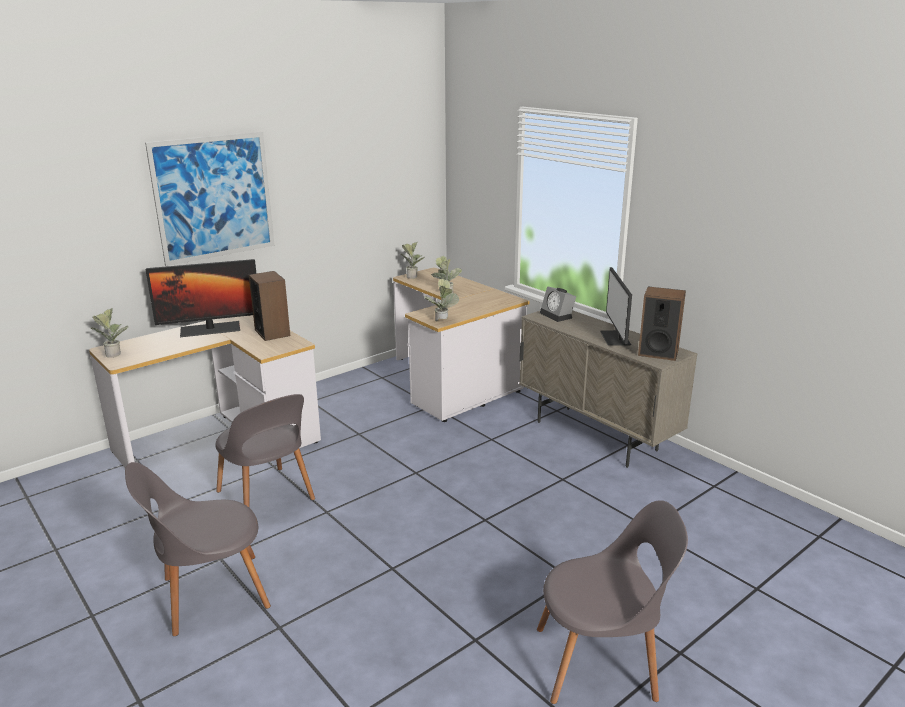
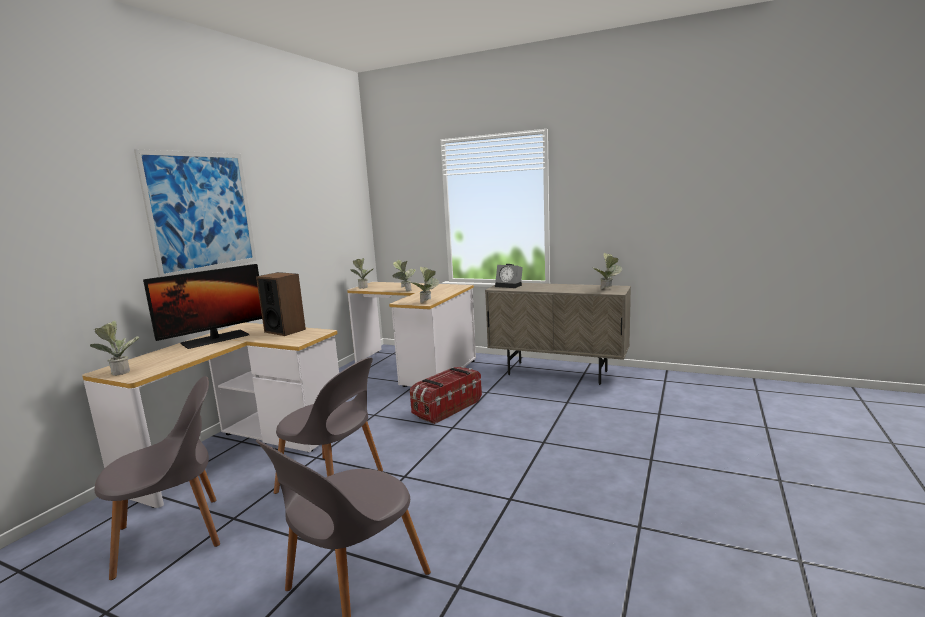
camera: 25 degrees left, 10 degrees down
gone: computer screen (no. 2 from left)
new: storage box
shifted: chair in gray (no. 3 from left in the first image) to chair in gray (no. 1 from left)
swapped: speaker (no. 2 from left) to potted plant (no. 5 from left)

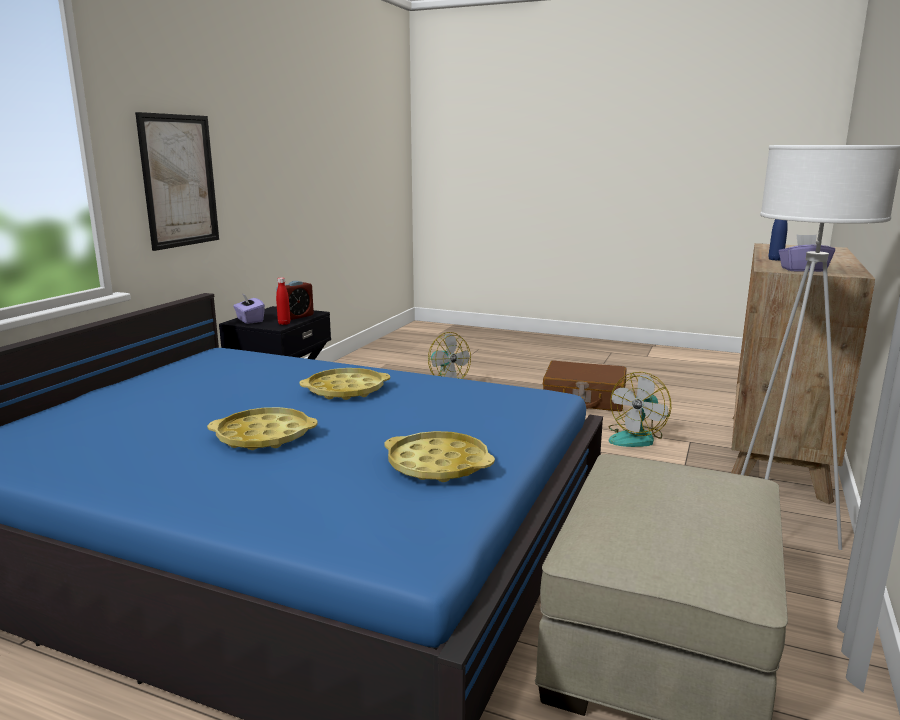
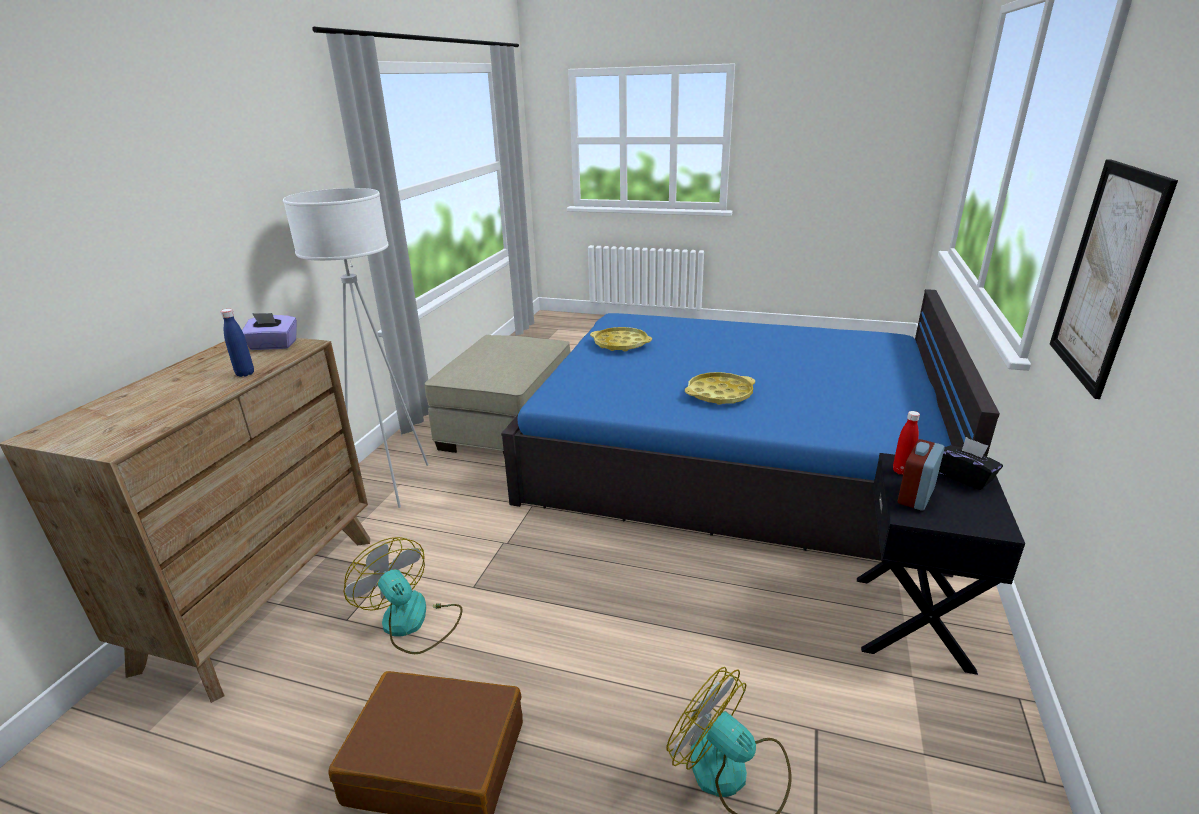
camera: 175 degrees right, 10 degrees up
gone: tray in yellow-coloured (no. 1 from left)
repainted: tissue holder in purple (no. 1 from left) to tissue holder in blackish
rotated: electric fan (no. 2 from left in the first image) 75 degrees counterclockwise

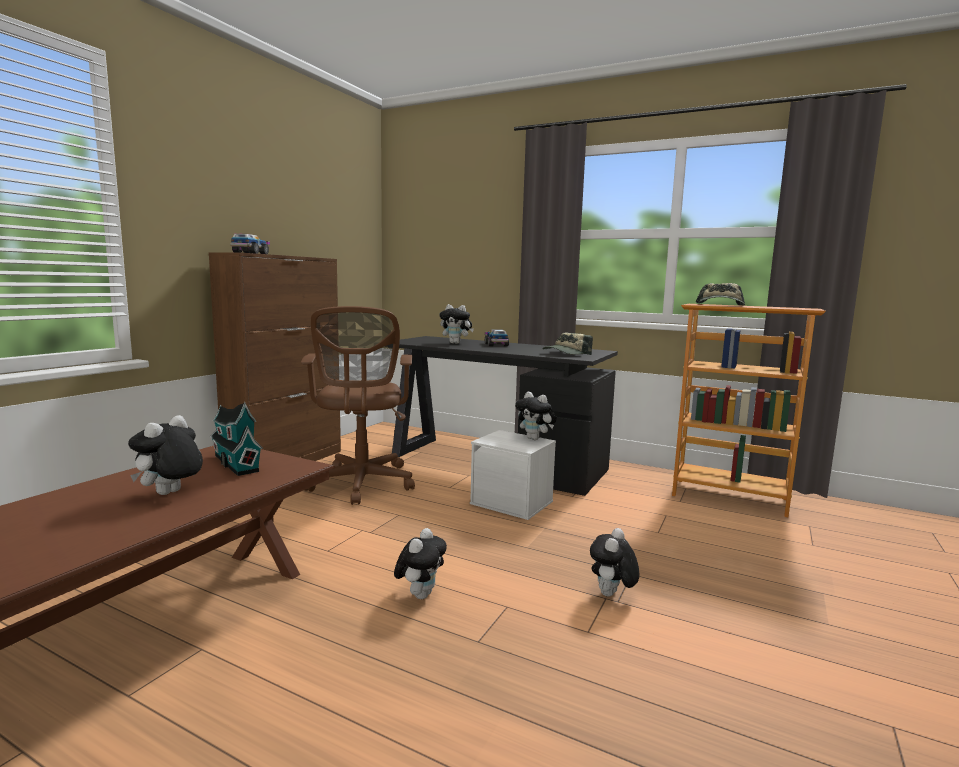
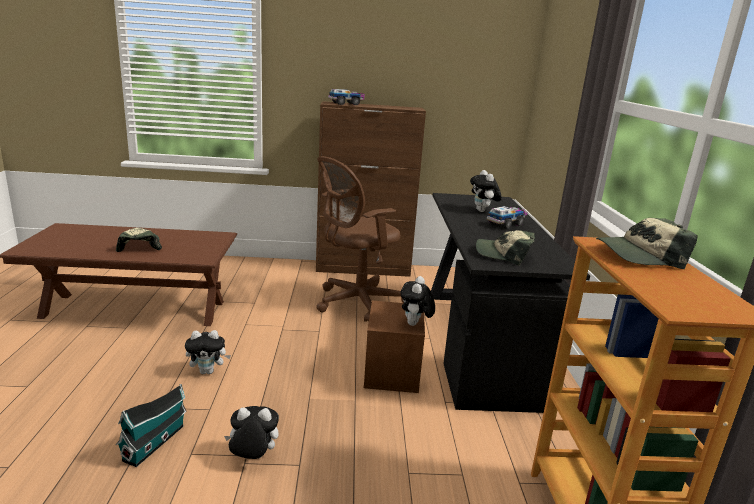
camera: 60 degrees right, 10 degrees up
shifted: miniature house
swapped: plush toy (no. 1 from left) to baseball cap (no. 1 from left)
repainted: storage box in white-coloured to storage box in brownish

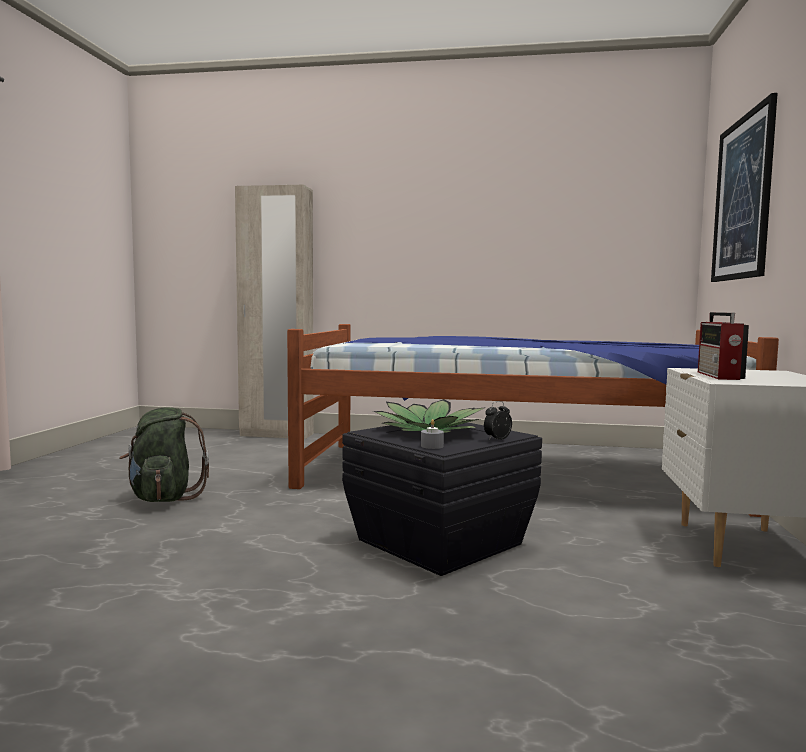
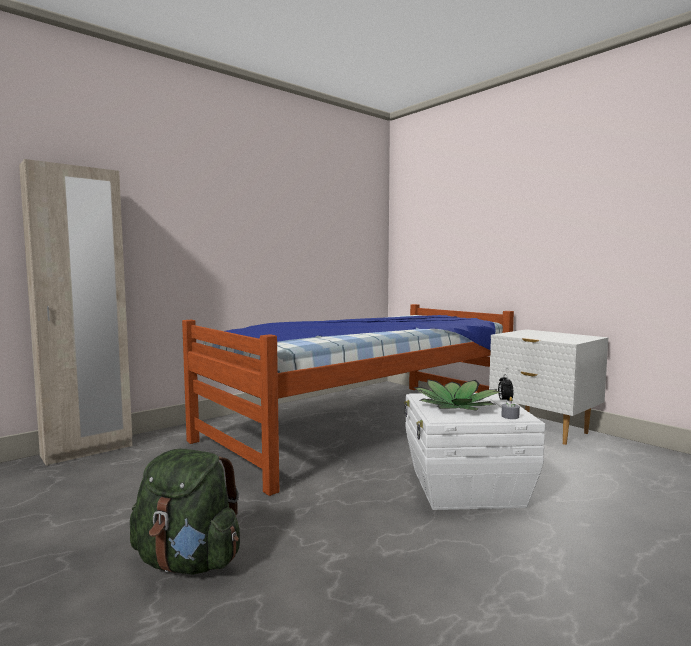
camera: 50 degrees left, 0 degrees up
gone: wall art; radio
repainted: storage box in blackish to storage box in white-coloured

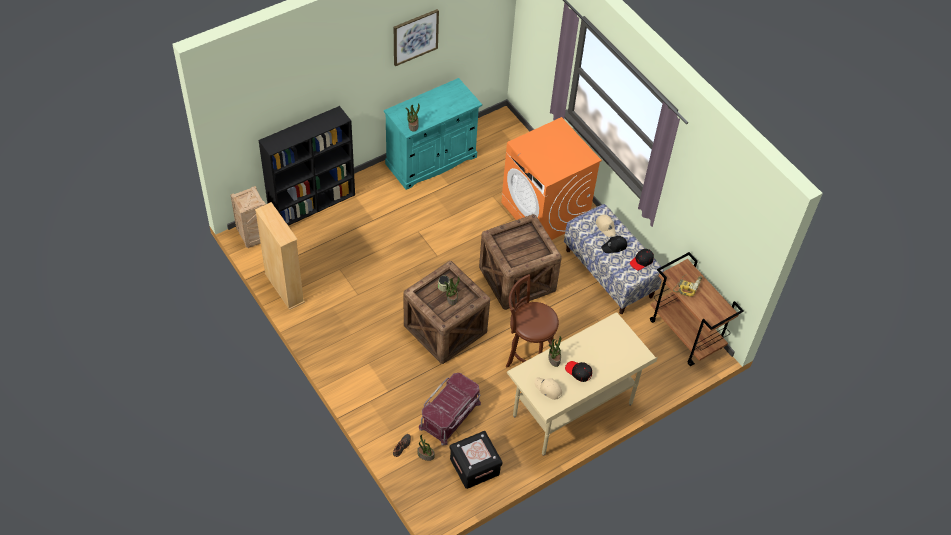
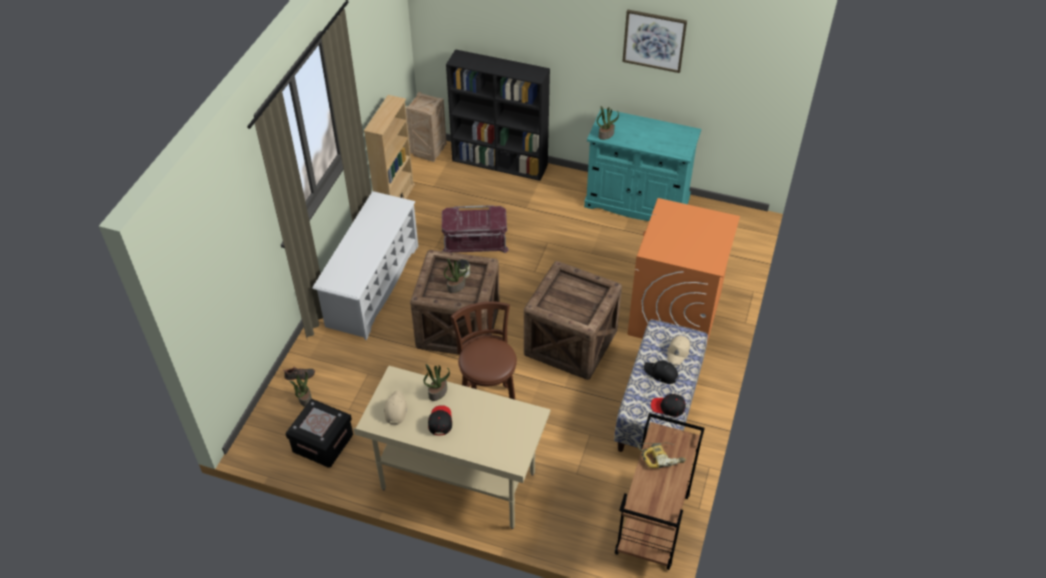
camera: 55 degrees right, 5 degrees down
new: shoe shelf in white-coloured
shifted: storage box in red-coloured

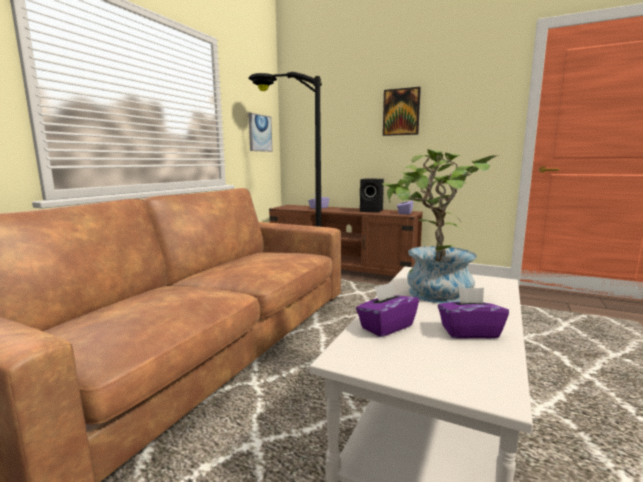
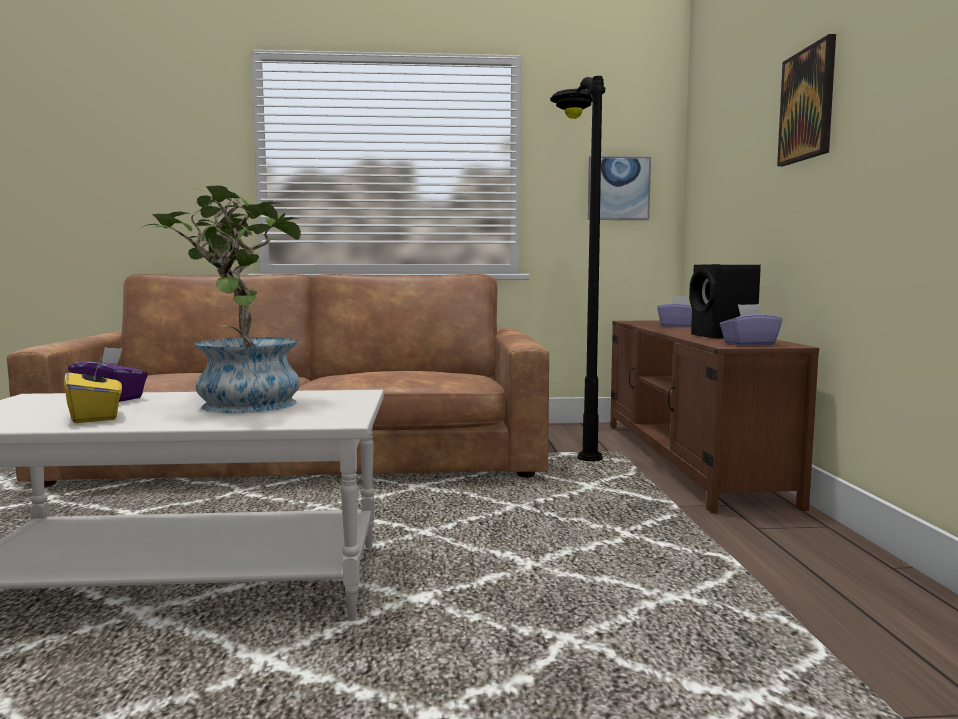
camera: 60 degrees right, 5 degrees down
repainted: tissue holder in purple (no. 4 from left) to tissue holder in yellow-coloured

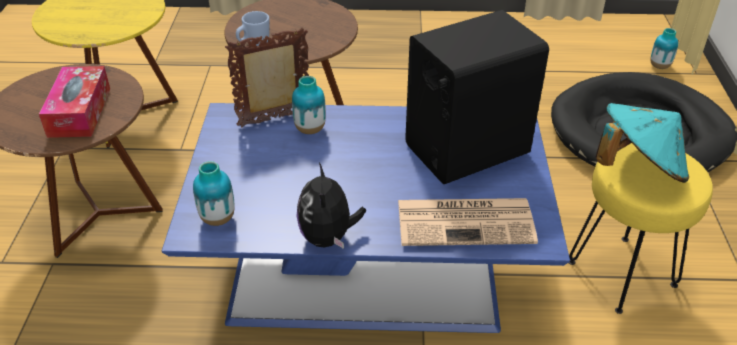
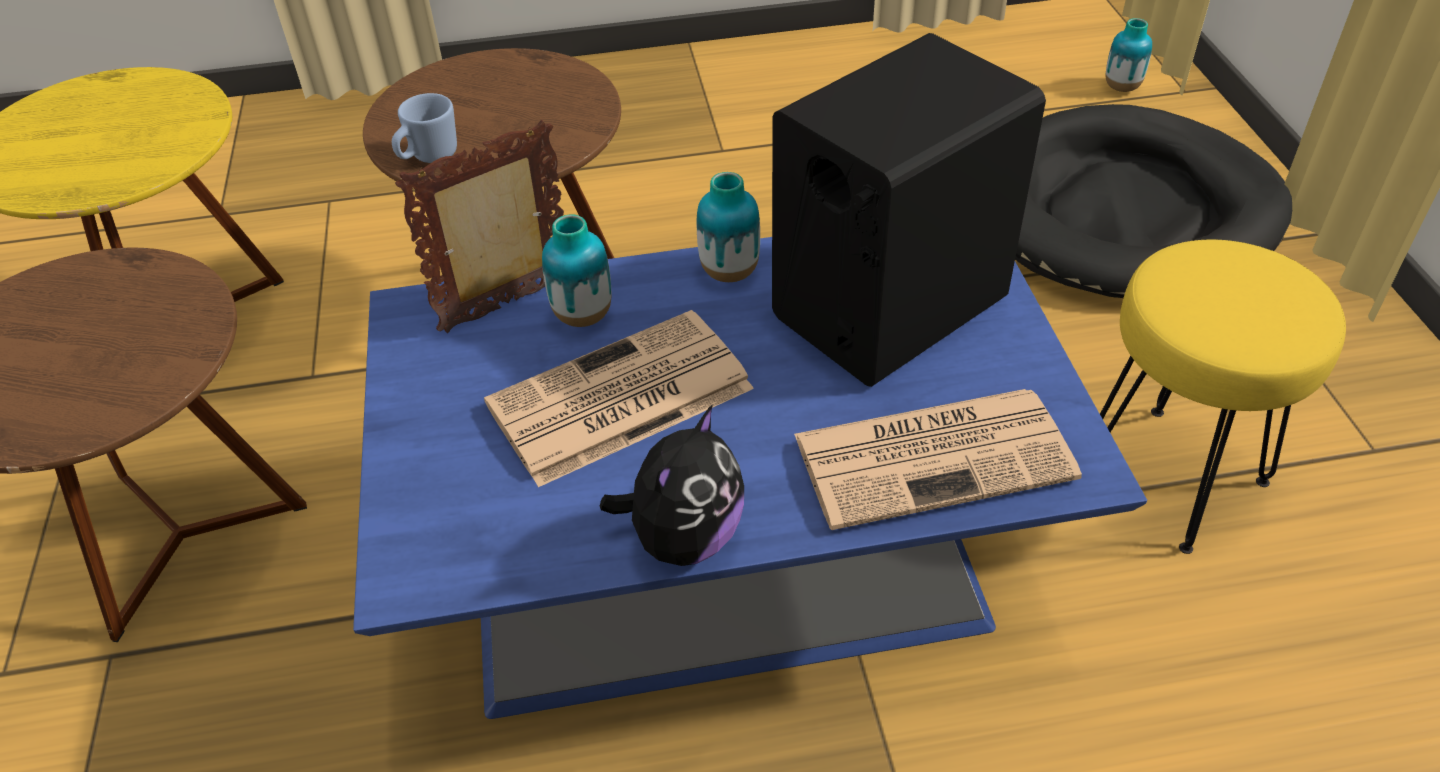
camera: 10 degrees left, 5 degrees up
gone: tissue holder; hat in blue-green
new: daily paper (no. 1 from left)
shifted: vase (no. 1 from left in the first image) to vase (no. 2 from left)
rotated: plush toy 135 degrees counterclockwise

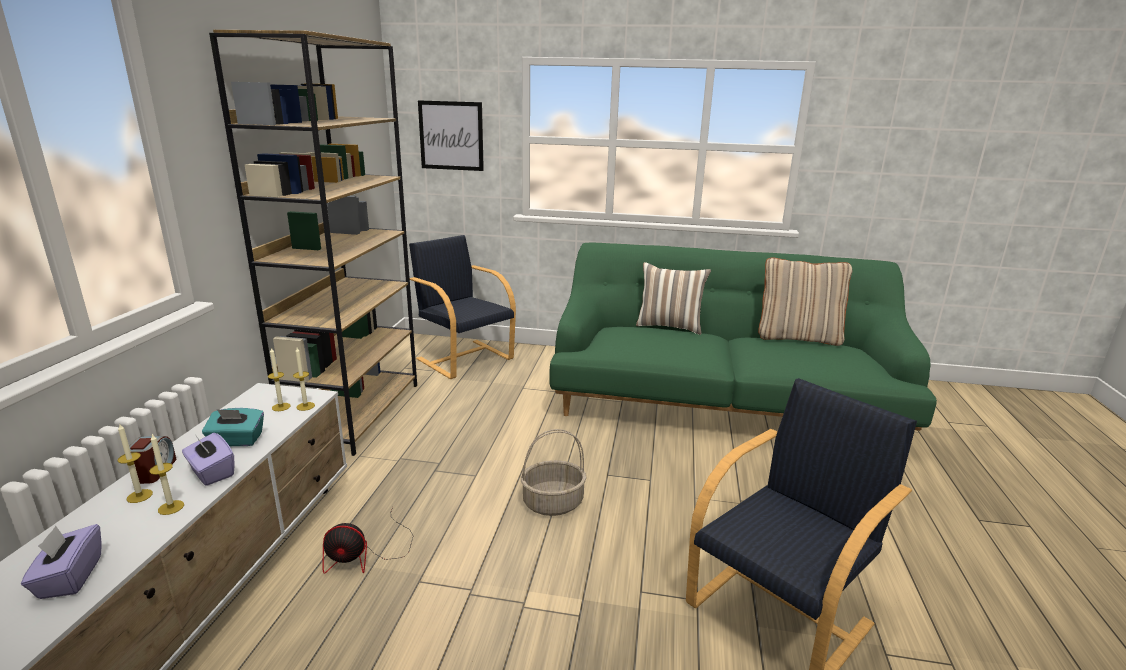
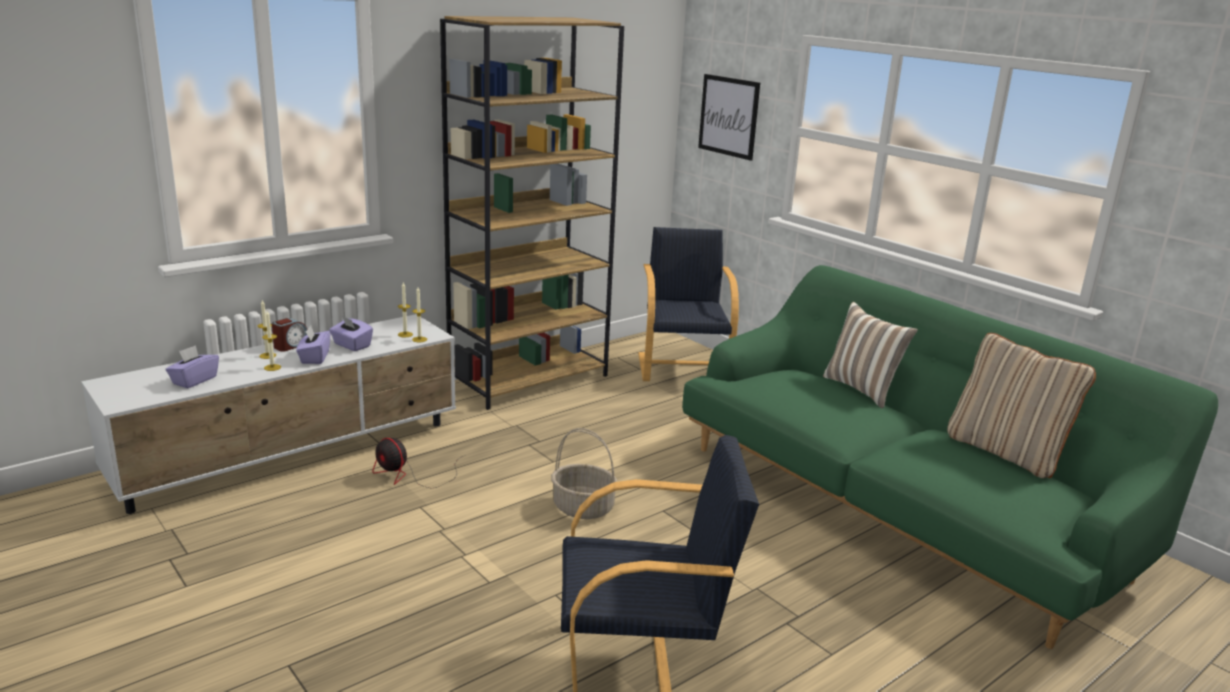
camera: 40 degrees right, 0 degrees up
repainted: tissue holder in blue-green to tissue holder in purple (no. 3 from left)

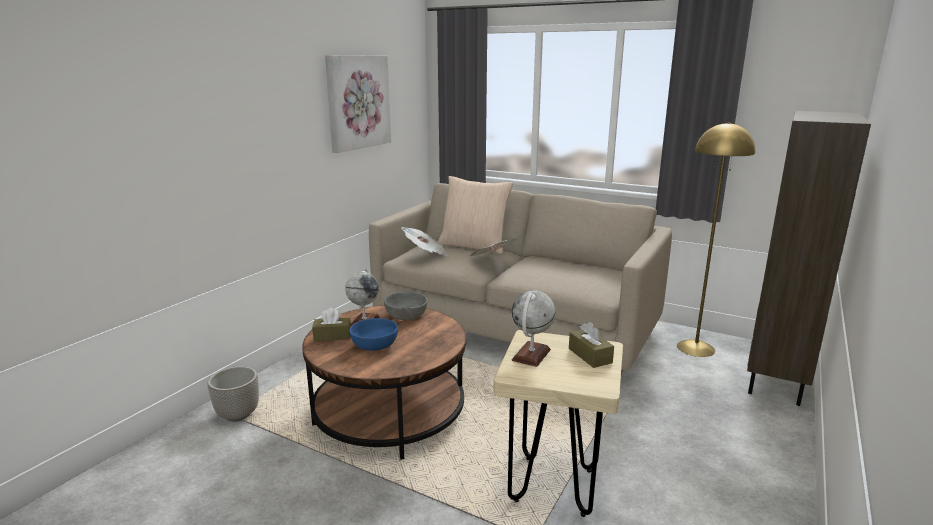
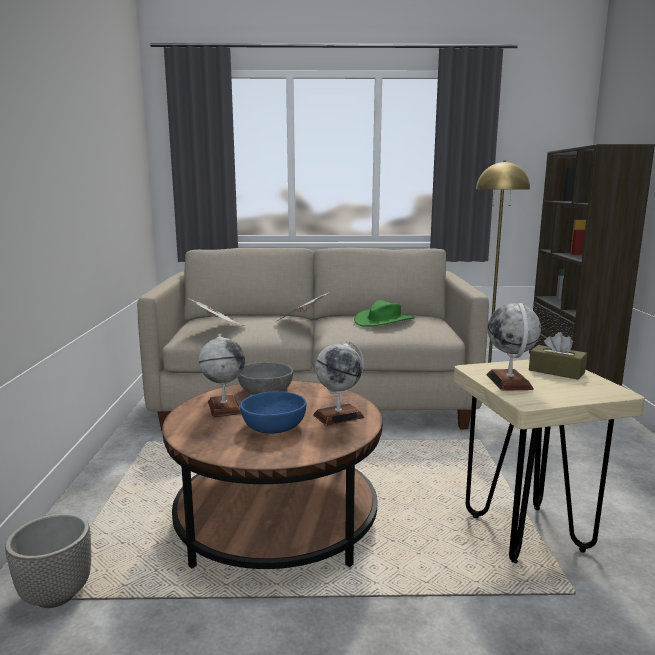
camera: 30 degrees left, 5 degrees down
gone: wall art; throw pillow in beige-coloured; tissue holder in brownish (no. 1 from left)
new: hat in greenish; world globe (no. 2 from left)

